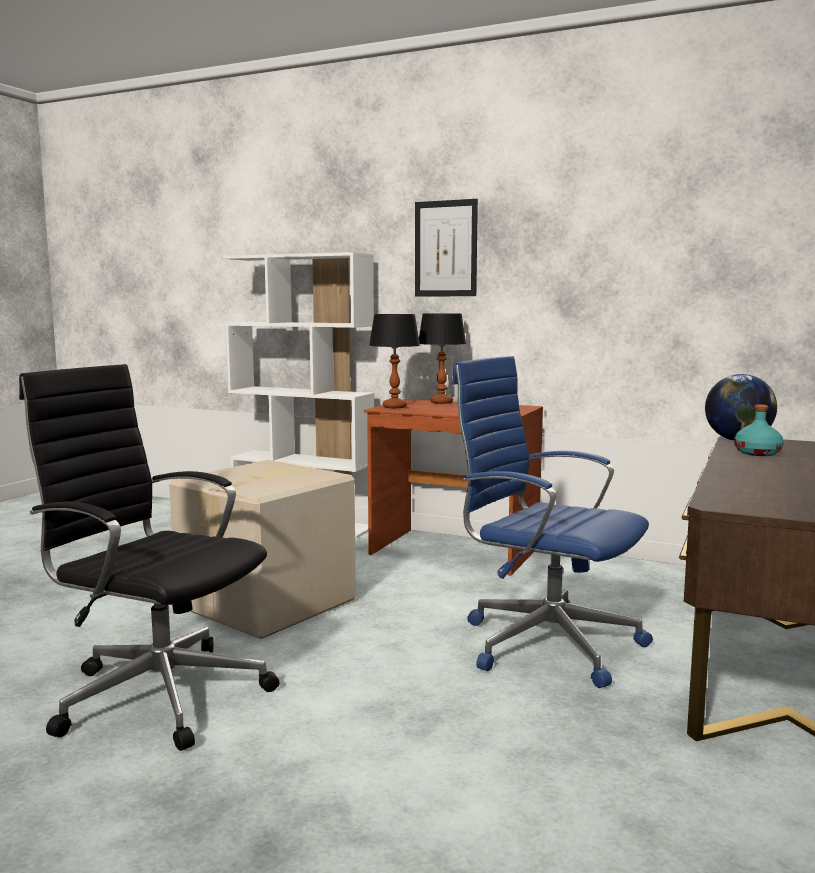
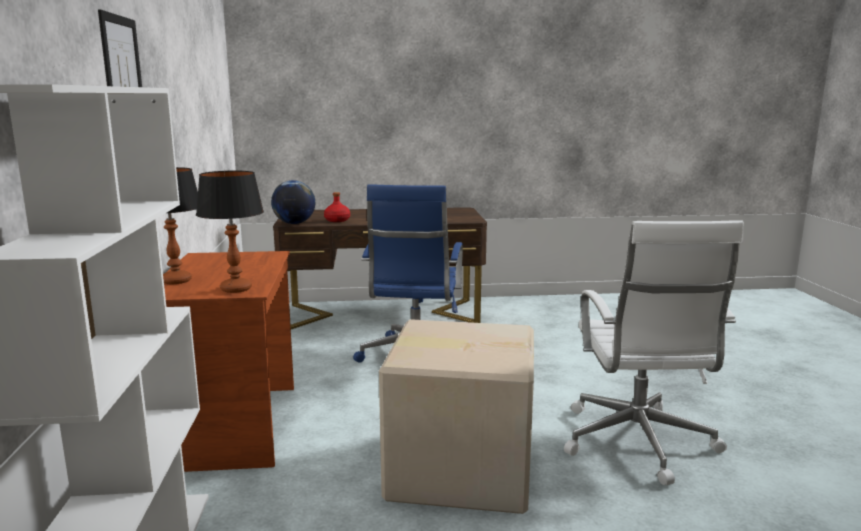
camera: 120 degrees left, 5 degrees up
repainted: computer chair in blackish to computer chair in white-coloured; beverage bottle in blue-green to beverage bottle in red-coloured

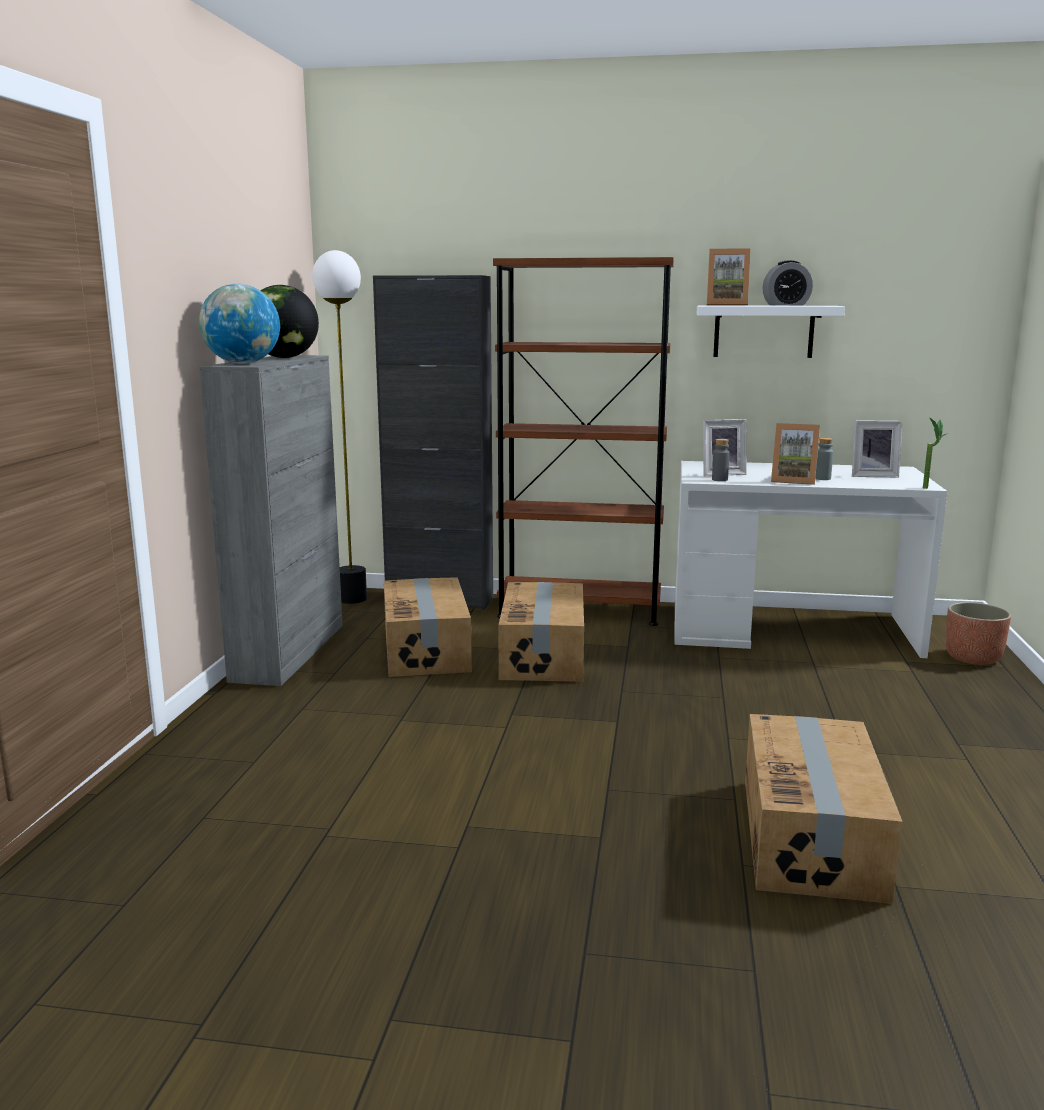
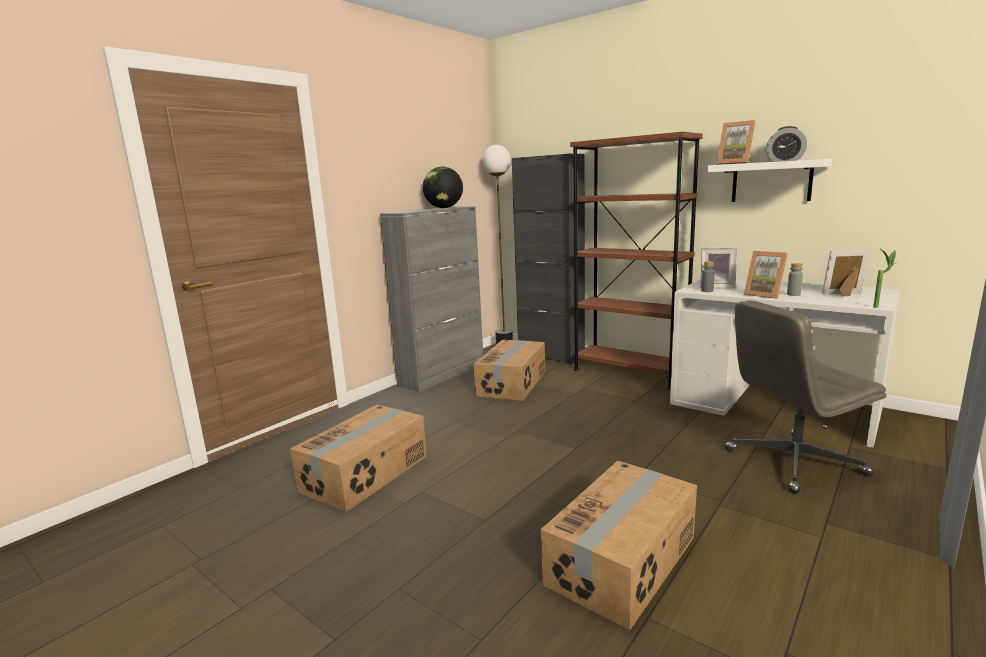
camera: 30 degrees right, 0 degrees up
gone: world globe (no. 1 from left); planter
new: computer chair in gray
shifted: carton (no. 2 from left in the first image) to carton (no. 1 from left)
rotated: photo frame (no. 4 from left) 150 degrees clockwise

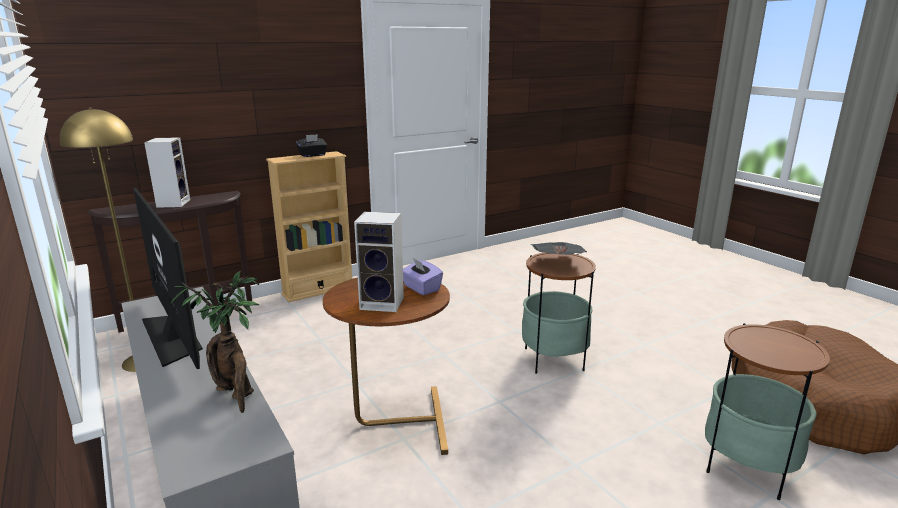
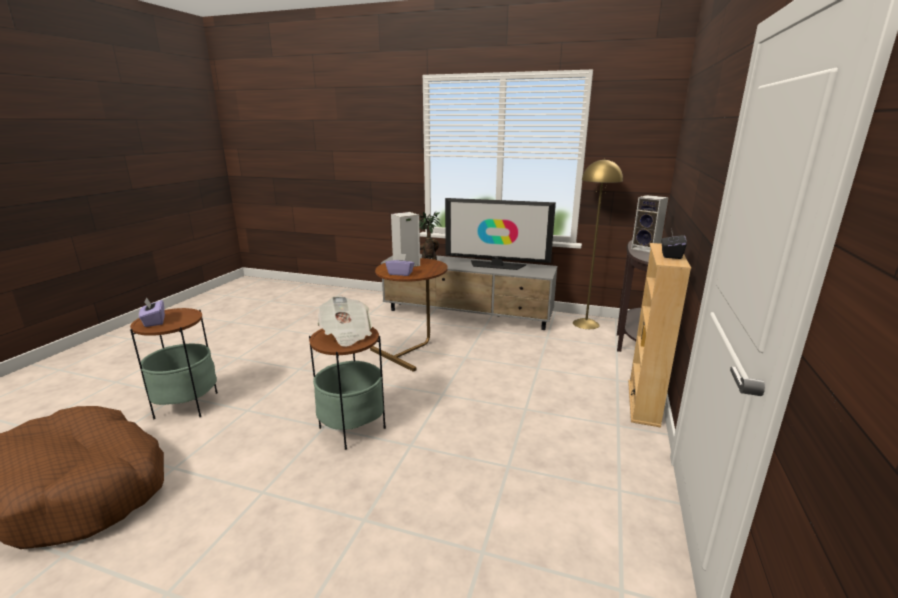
camera: 140 degrees right, 0 degrees up
new: tissue holder in purple (no. 1 from left)

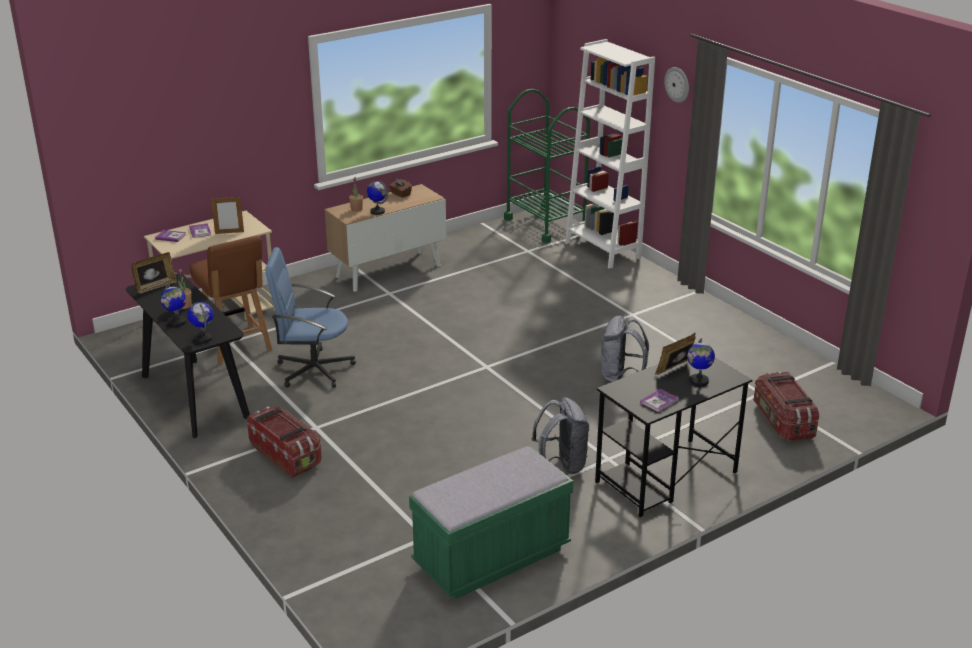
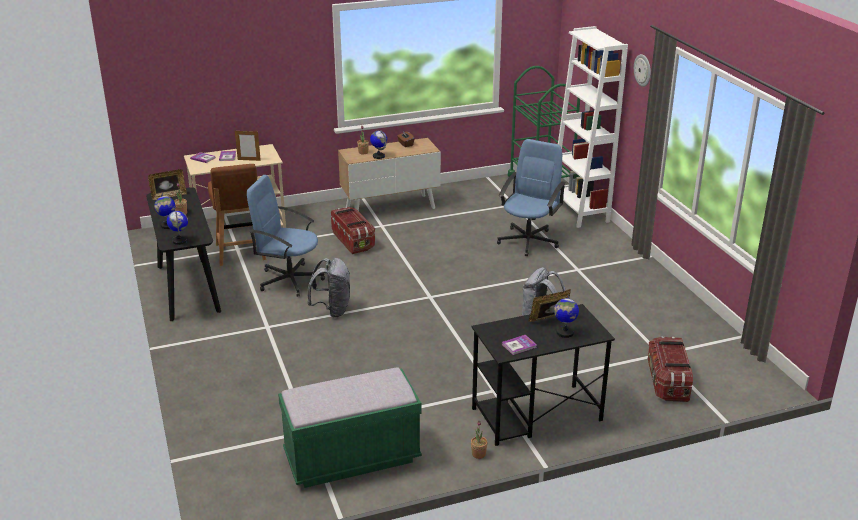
camera: 15 degrees right, 0 degrees up
new: computer chair in blue (no. 2 from left); potted plant (no. 3 from left)
shifted: knapsack in gray (no. 1 from left); storage box (no. 1 from left)

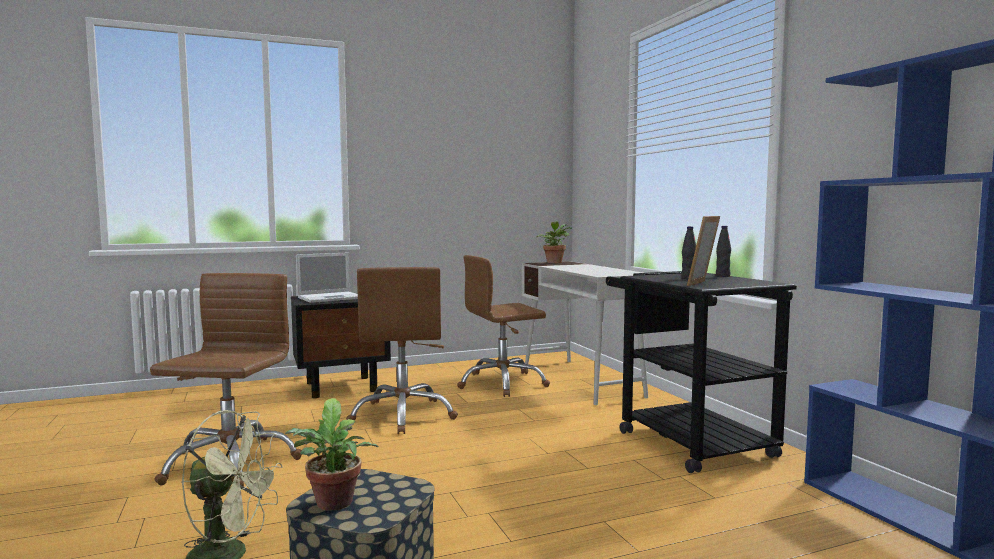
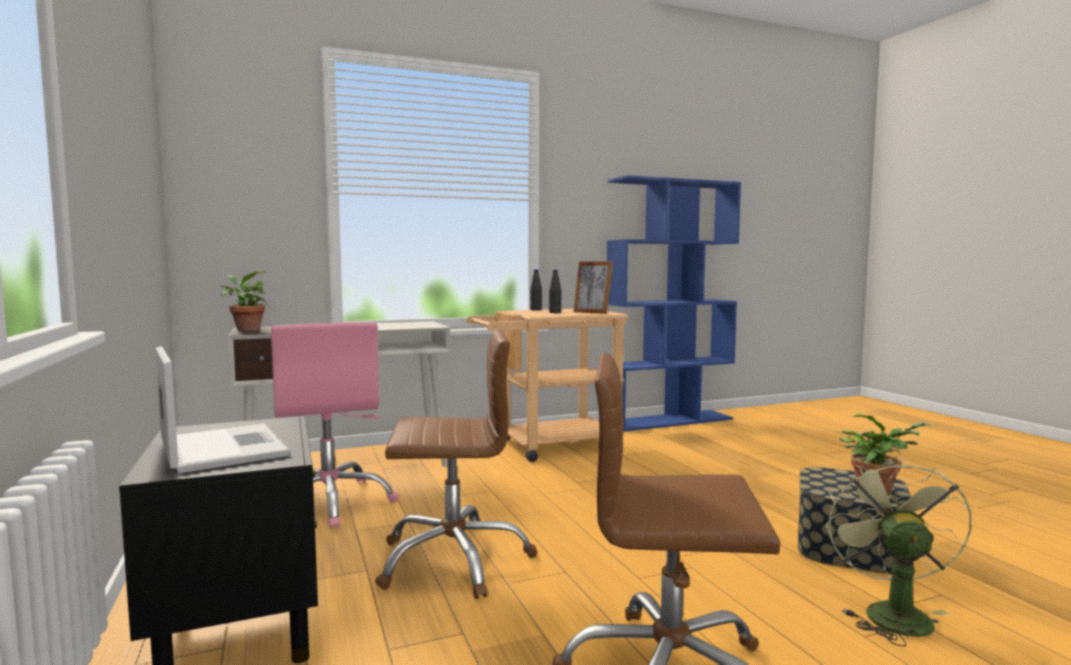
camera: 90 degrees left, 0 degrees up
repainted: computer chair in brownish (no. 3 from left) to computer chair in pink; trolley in blackish to trolley in beige-coloured

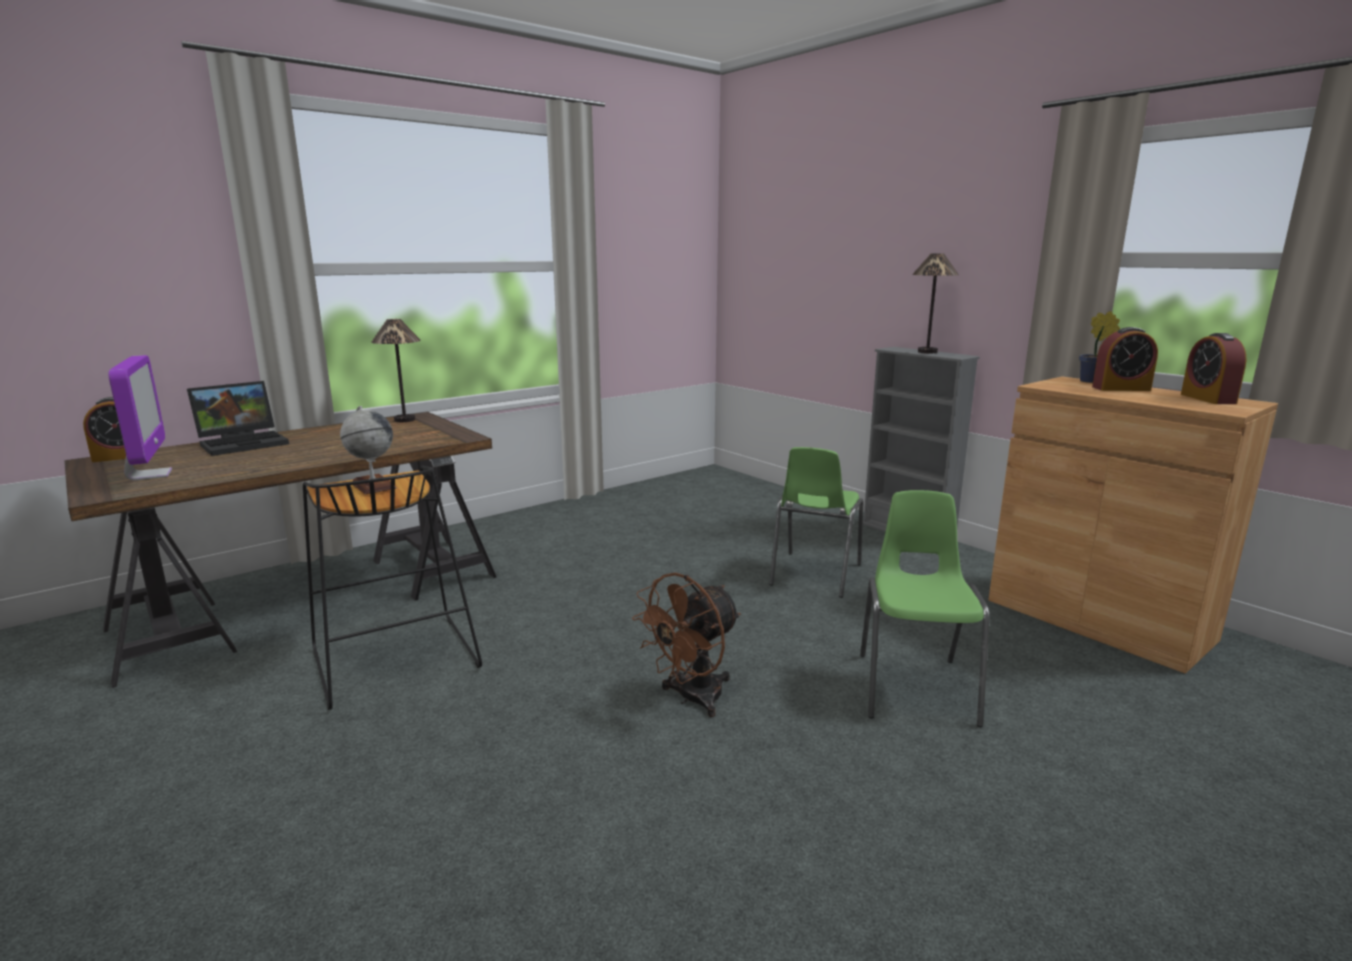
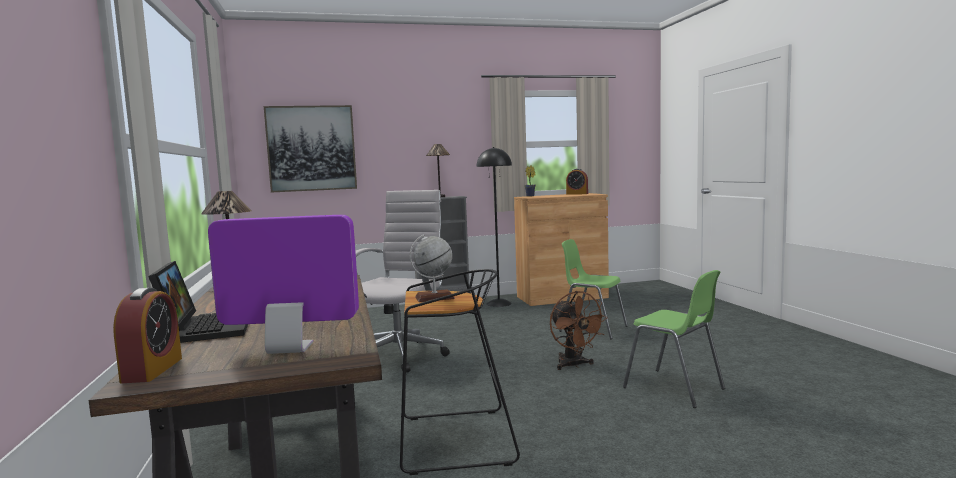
camera: 65 degrees left, 10 degrees down
gone: table clock (no. 2 from left)
new: wall art; standard lamp in blackish; computer chair in white-coloured
shifted: chair in greenish (no. 1 from left in the first image) to chair in greenish (no. 2 from left)

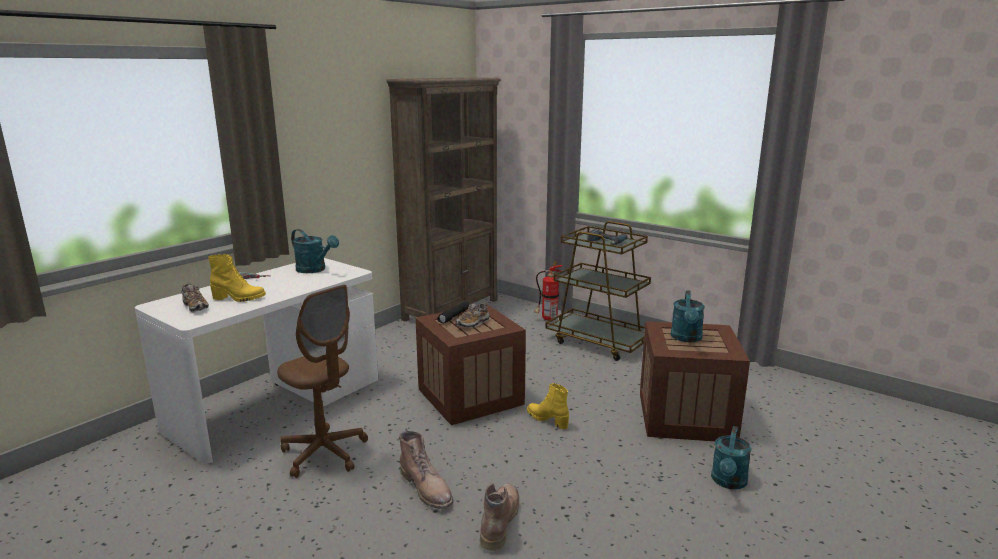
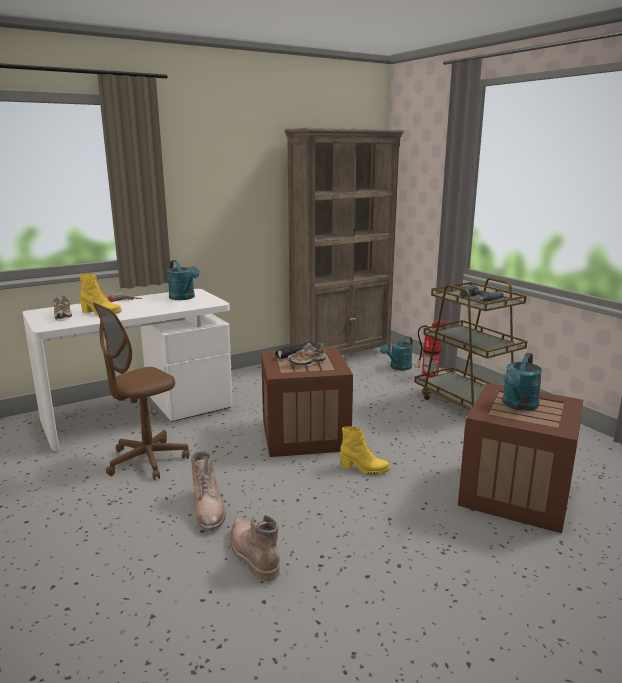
camera: 20 degrees right, 0 degrees up
shifted: watering can in blue-green (no. 3 from left in the first image) to watering can in blue-green (no. 2 from left)
rotated: computer chair in brownish 75 degrees clockwise; boot in yellow-coloured (no. 2 from left) 135 degrees clockwise; boot in brownish (no. 2 from left) 60 degrees counterclockwise

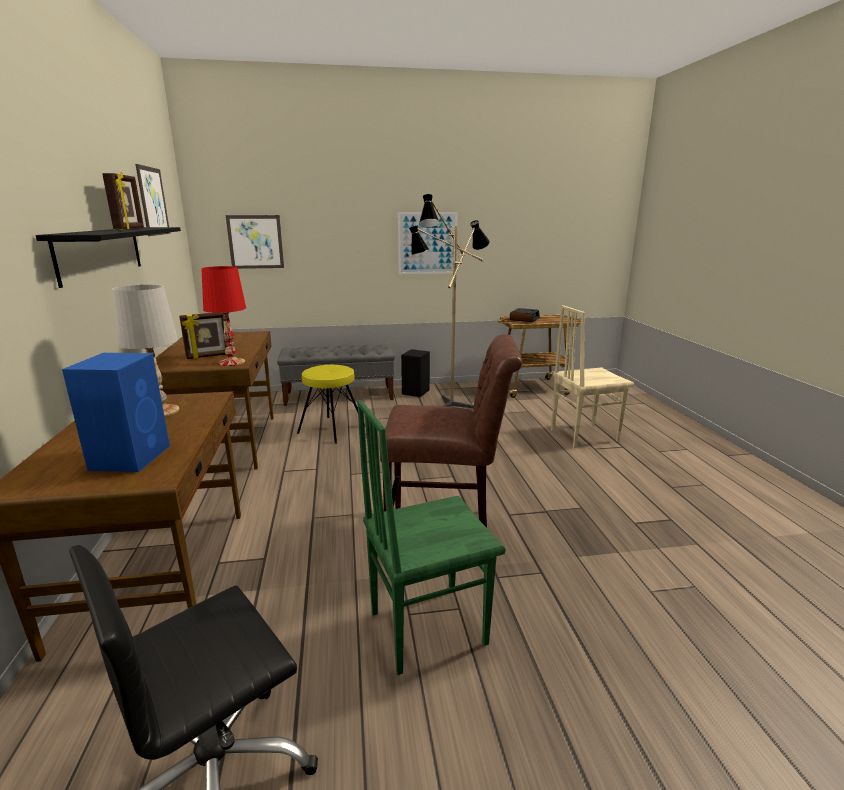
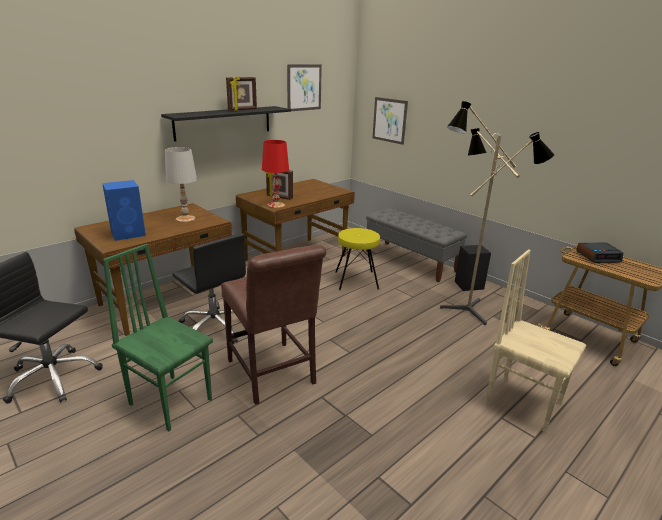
camera: 55 degrees right, 5 degrees up
gone: wall art (no. 3 from left)
new: computer chair in blackish (no. 2 from left)

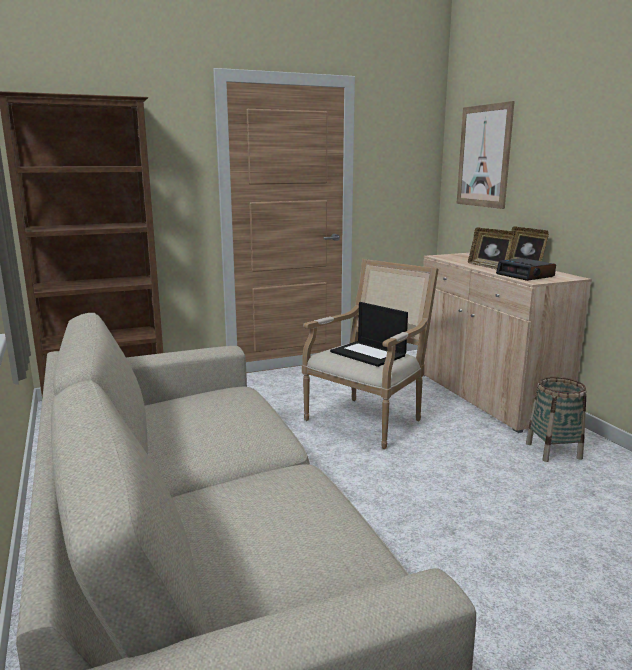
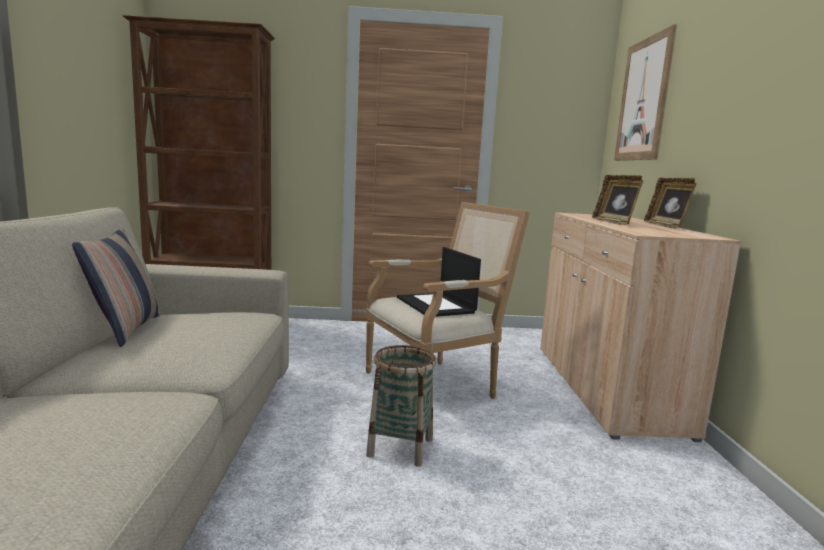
camera: 20 degrees right, 5 degrees down
gone: table clock
new: throw pillow
shifted: storage basket

